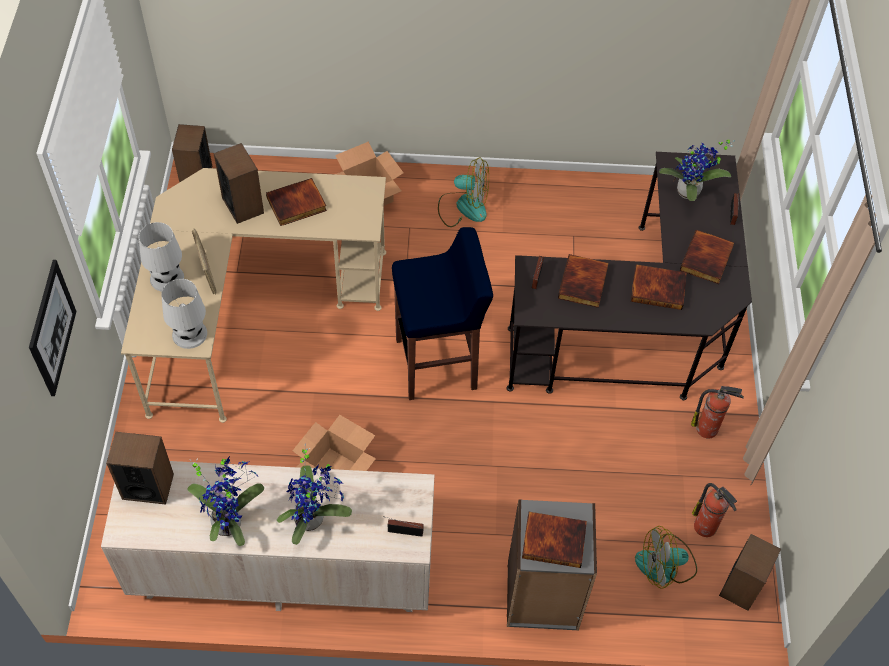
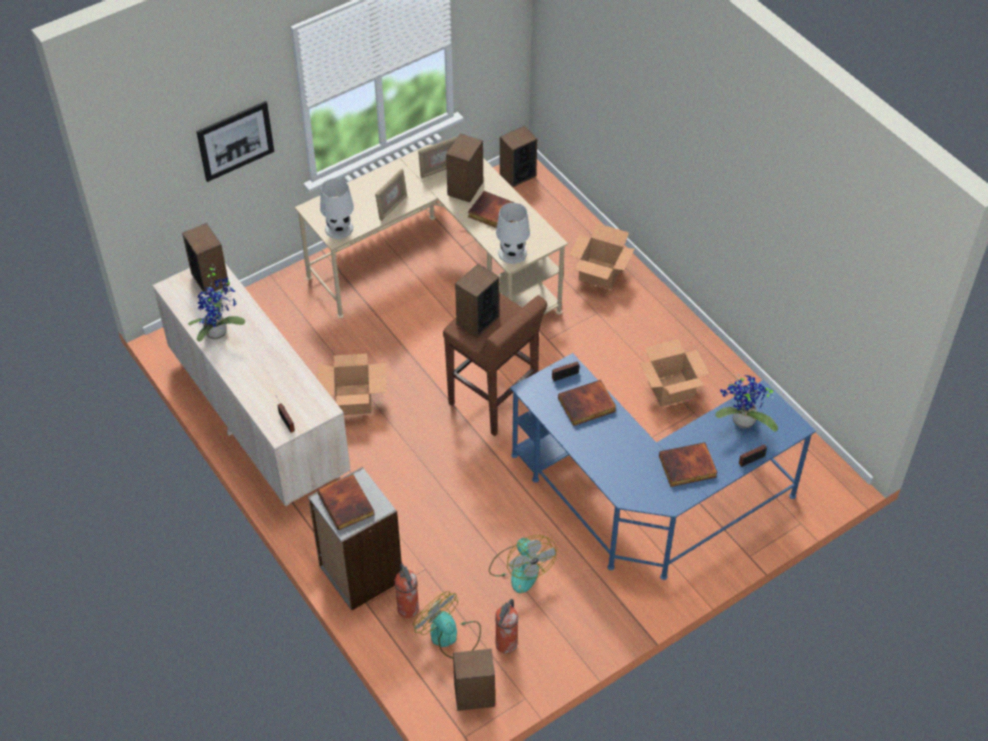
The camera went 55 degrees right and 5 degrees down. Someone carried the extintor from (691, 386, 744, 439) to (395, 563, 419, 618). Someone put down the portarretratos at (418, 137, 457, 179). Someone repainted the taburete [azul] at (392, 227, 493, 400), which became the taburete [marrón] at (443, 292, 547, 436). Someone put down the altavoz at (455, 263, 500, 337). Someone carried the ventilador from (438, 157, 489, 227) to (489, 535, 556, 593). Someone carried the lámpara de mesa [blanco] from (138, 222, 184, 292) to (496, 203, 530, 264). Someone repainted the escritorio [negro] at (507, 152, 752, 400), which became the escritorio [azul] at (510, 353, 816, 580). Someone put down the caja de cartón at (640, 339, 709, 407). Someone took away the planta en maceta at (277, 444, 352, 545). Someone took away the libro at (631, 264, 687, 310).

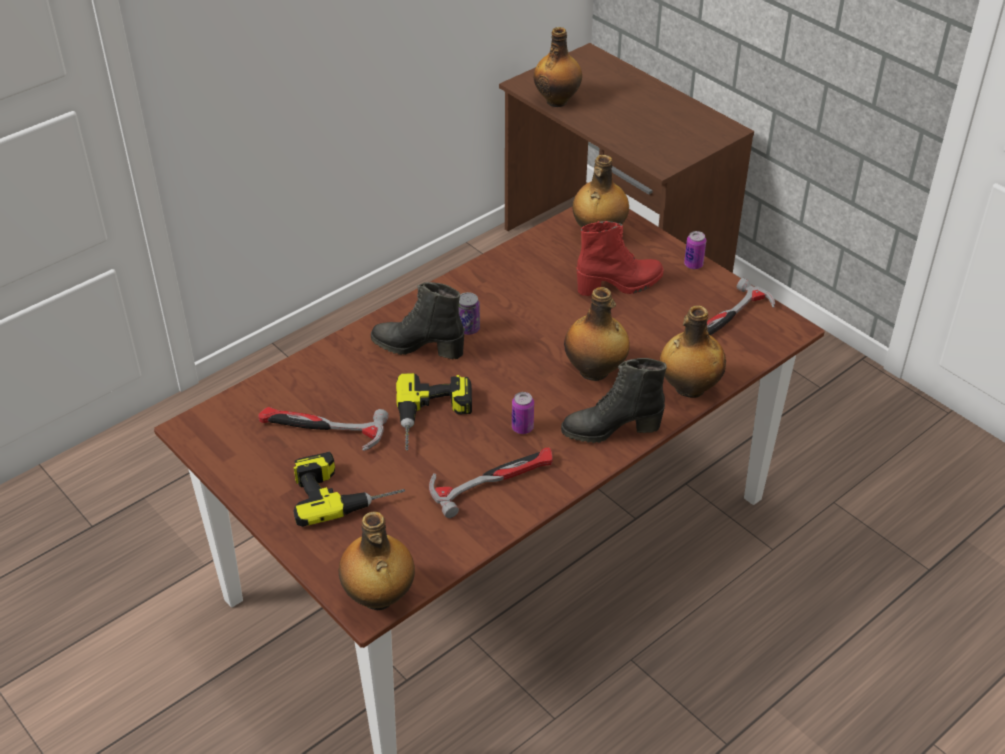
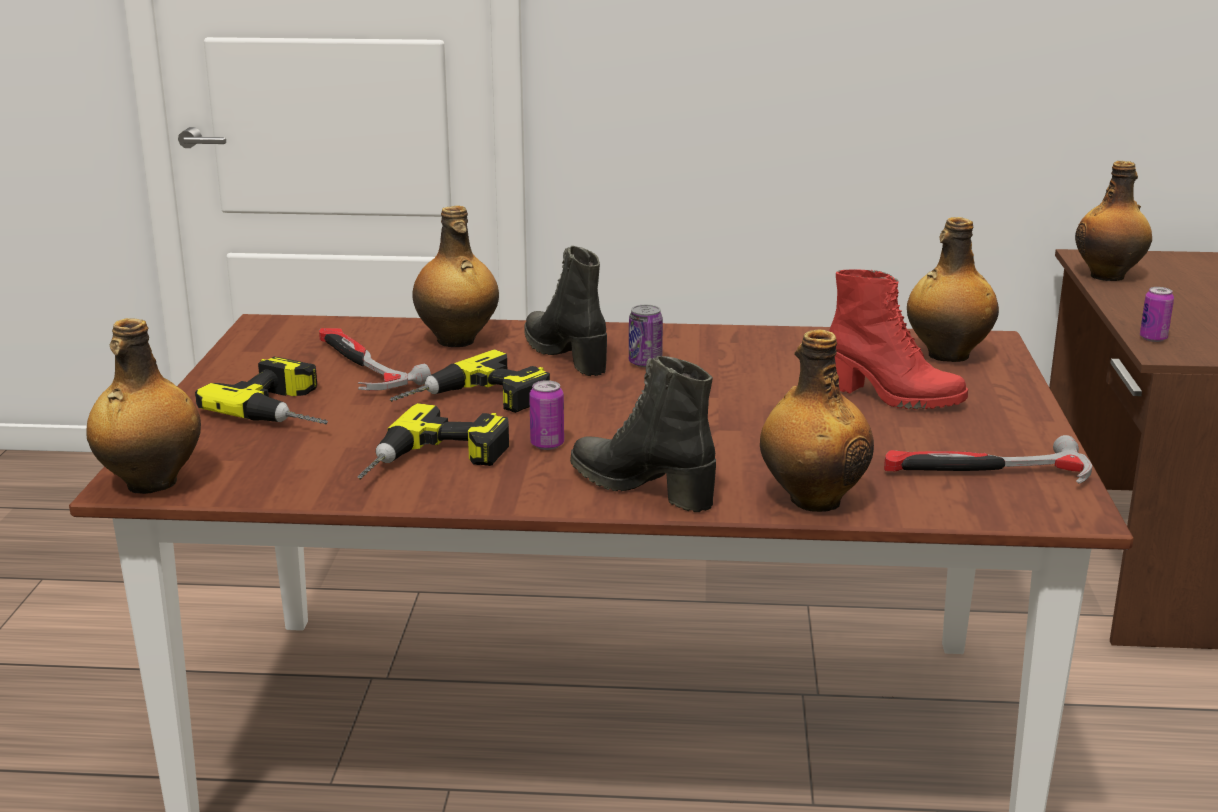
The camera went 45 degrees right and 20 degrees down. Someone swapped the martillo at (429, 448, 553, 518) for the taladro at (357, 403, 509, 479). Someone carried the botella from (564, 287, 630, 381) to (412, 206, 499, 347). Someone carried the lata from (684, 231, 706, 269) to (1140, 287, 1174, 342).

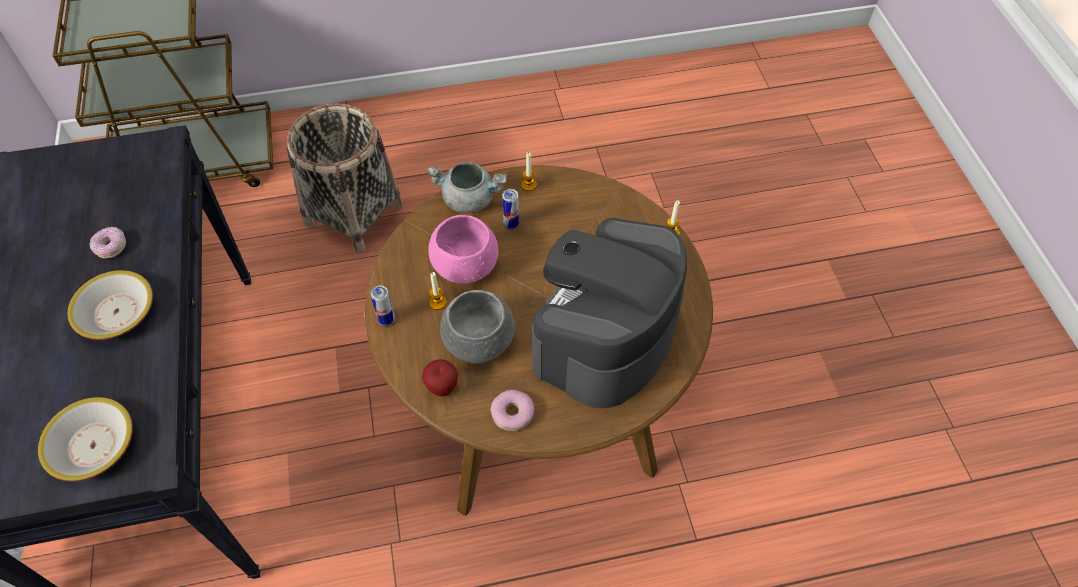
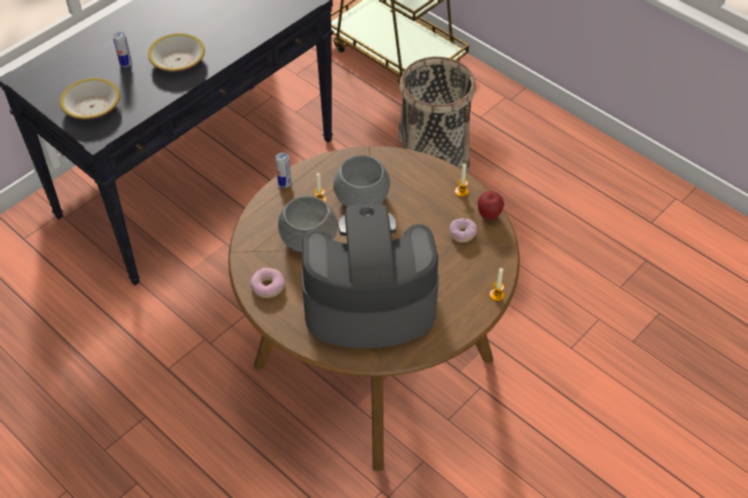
The camera went 55 degrees right and 5 degrees down. Someone carried the lata from (502, 189, 519, 230) to (113, 32, 132, 68). Someone repainted the cuenco [rosa] at (428, 215, 498, 284), which became the cuenco [gris] at (333, 155, 390, 207). Someone carried the rosquilla from (90, 227, 126, 259) to (450, 218, 477, 242). Someone carried the manzana from (422, 359, 458, 397) to (478, 191, 504, 220). Someone took away the olla [gris] at (427, 162, 507, 213).

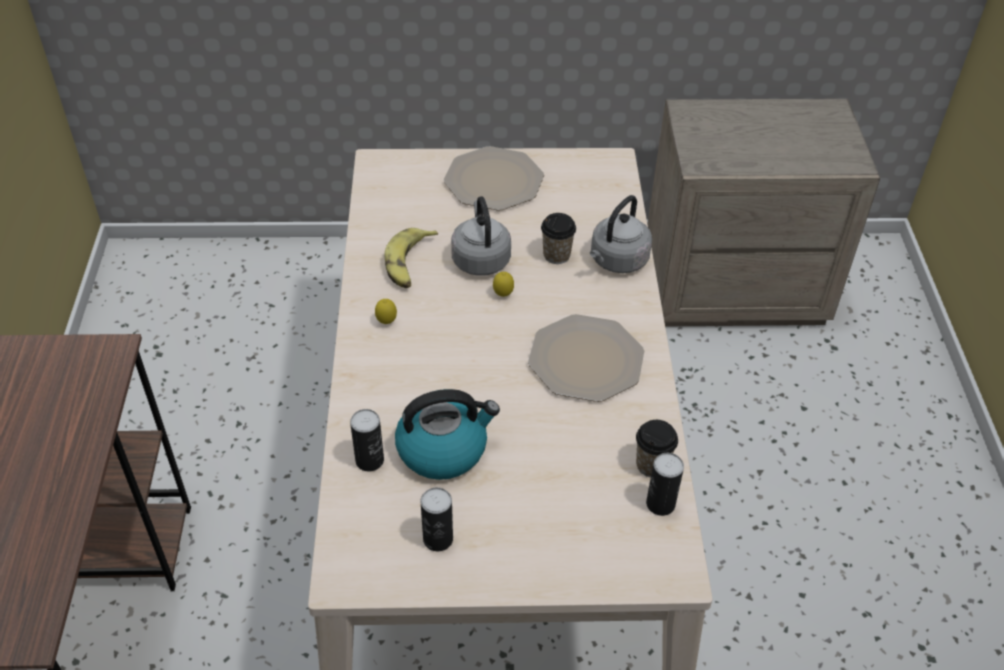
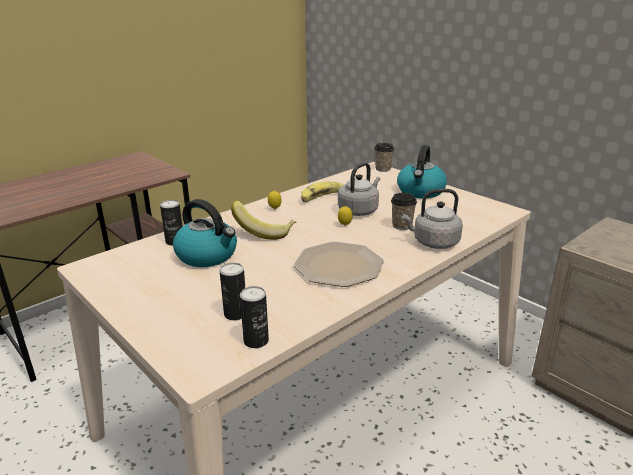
The camera went 50 degrees right and 20 degrees down. Someone carried the lata from (420, 487, 453, 551) to (220, 263, 245, 320). Someone put down the plátano at (231, 201, 297, 240). Someone carried the taza from (636, 420, 678, 477) to (374, 143, 394, 172). Someone swapped the plato at (444, 146, 544, 211) for the hervidor at (397, 145, 447, 198).

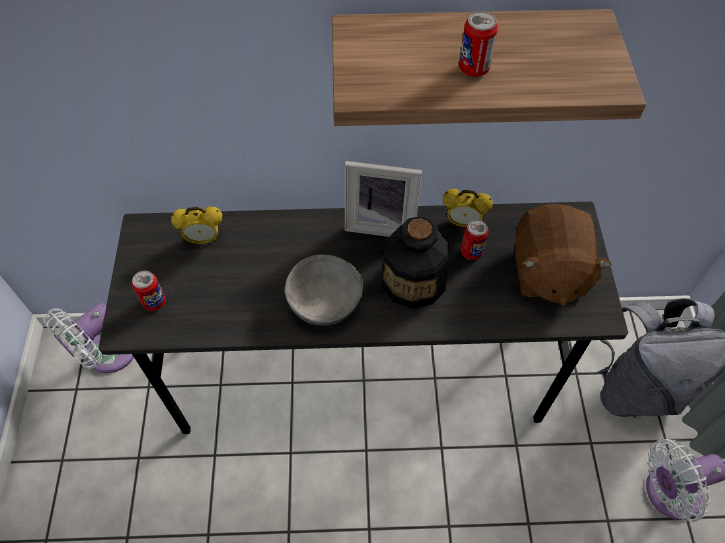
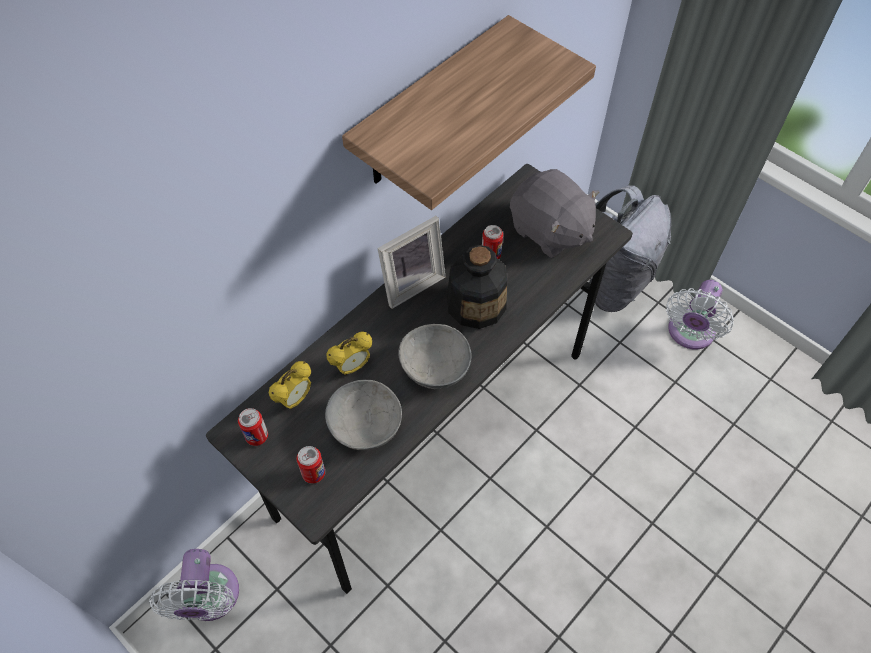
The camera went 45 degrees left and 0 degrees up. Someone carried the lata from (459, 11, 498, 77) to (238, 408, 268, 446). Someone put down the cuenco [gris] at (325, 380, 402, 450). Someone carried the despertador from (443, 189, 493, 227) to (327, 331, 372, 375). Someone repainted the peluche [marrón] at (515, 204, 611, 306), which became the peluche [gris] at (510, 169, 599, 258).

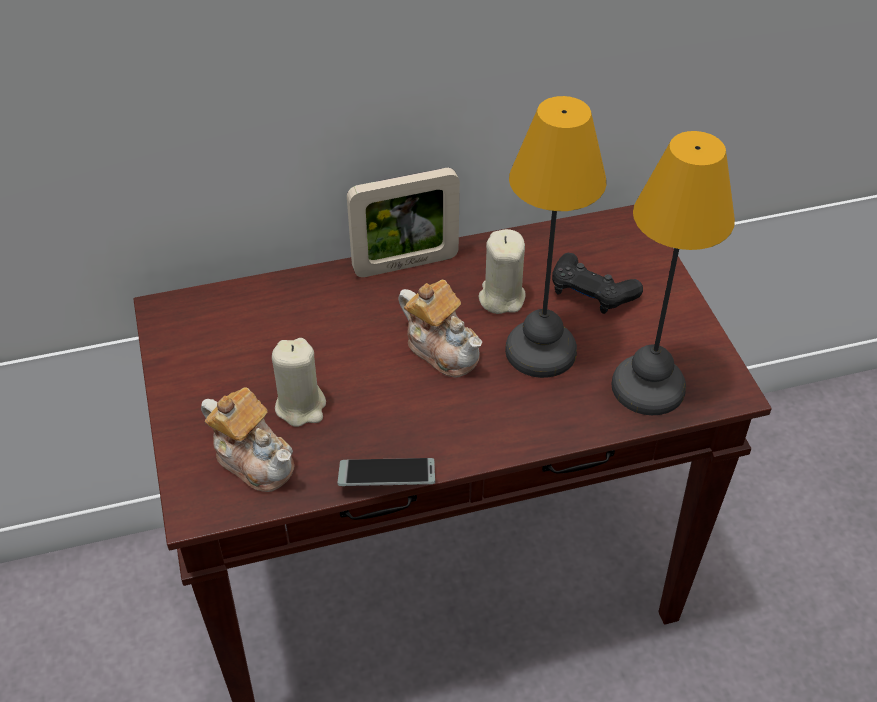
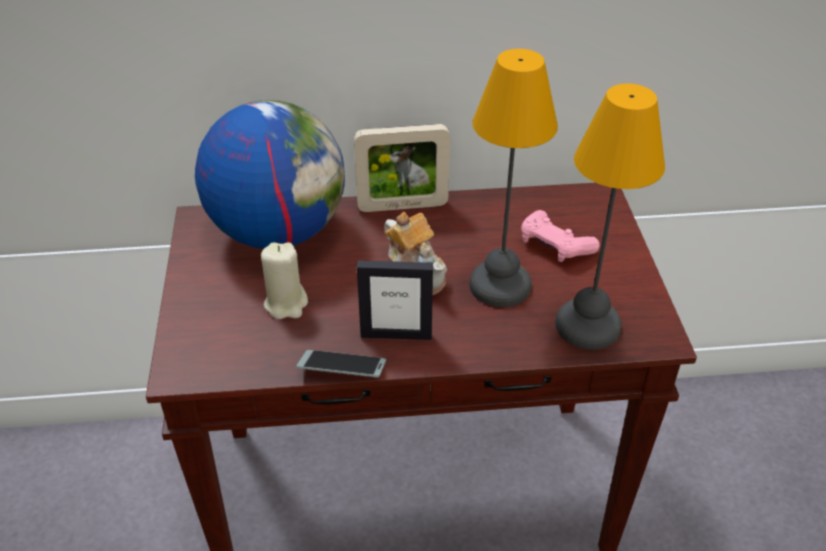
The camera went 10 degrees right and 5 degrees down. Someone put down the globo terráqueo at (195, 100, 345, 249). Someone put down the portarretratos at (357, 260, 433, 340). Someone repainted the mando de consola [negro] at (552, 253, 643, 314), which became the mando de consola [rosa] at (521, 210, 599, 262). Someone took away the tetera at (201, 387, 294, 492). Someone took away the vela [beis] at (479, 229, 526, 314).

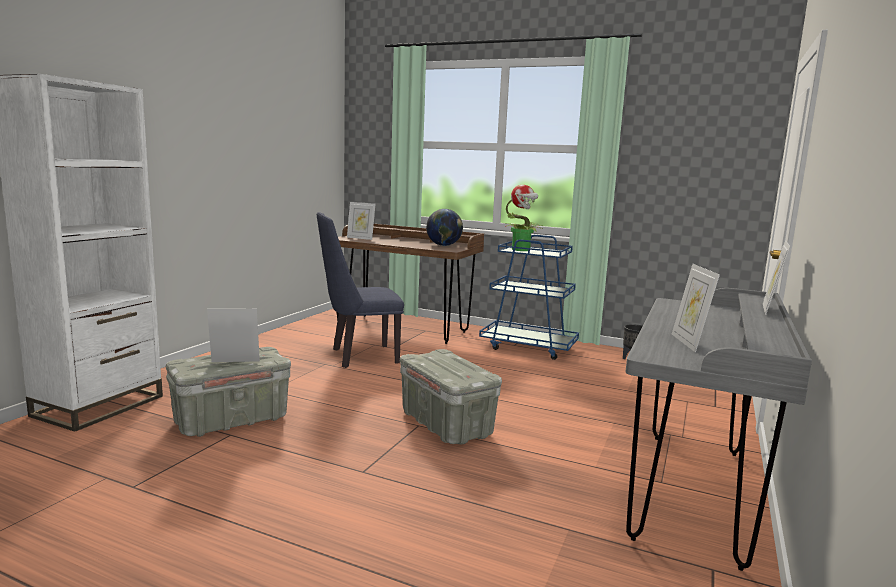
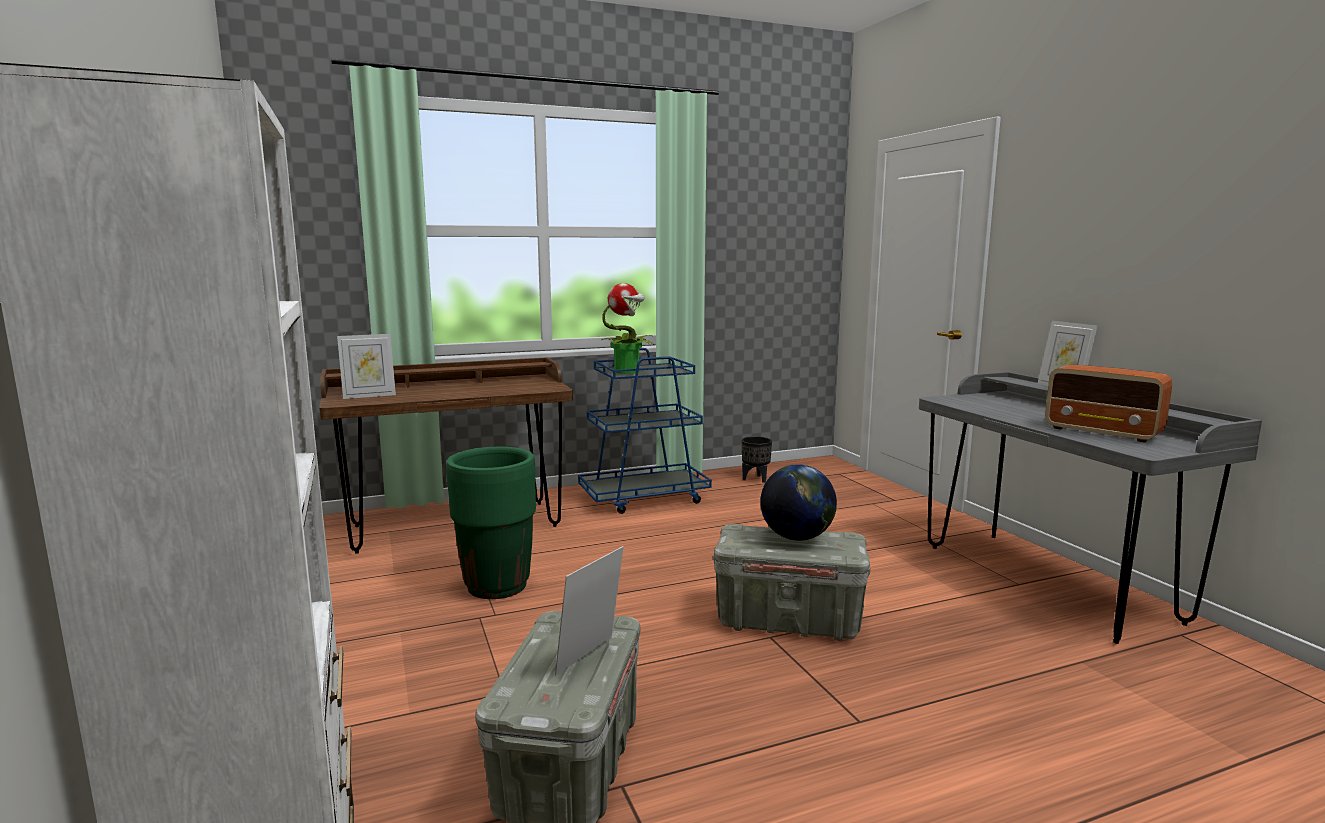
The camera went 45 degrees left and 0 degrees up. Someone swapped the silla [azul] at (317, 212, 404, 368) for the maceta [verde] at (446, 447, 536, 599). Someone carried the globo terráqueo from (426, 209, 463, 246) to (760, 464, 837, 541). Someone swapped the portarretratos at (672, 264, 720, 352) for the radio at (1045, 364, 1172, 443).

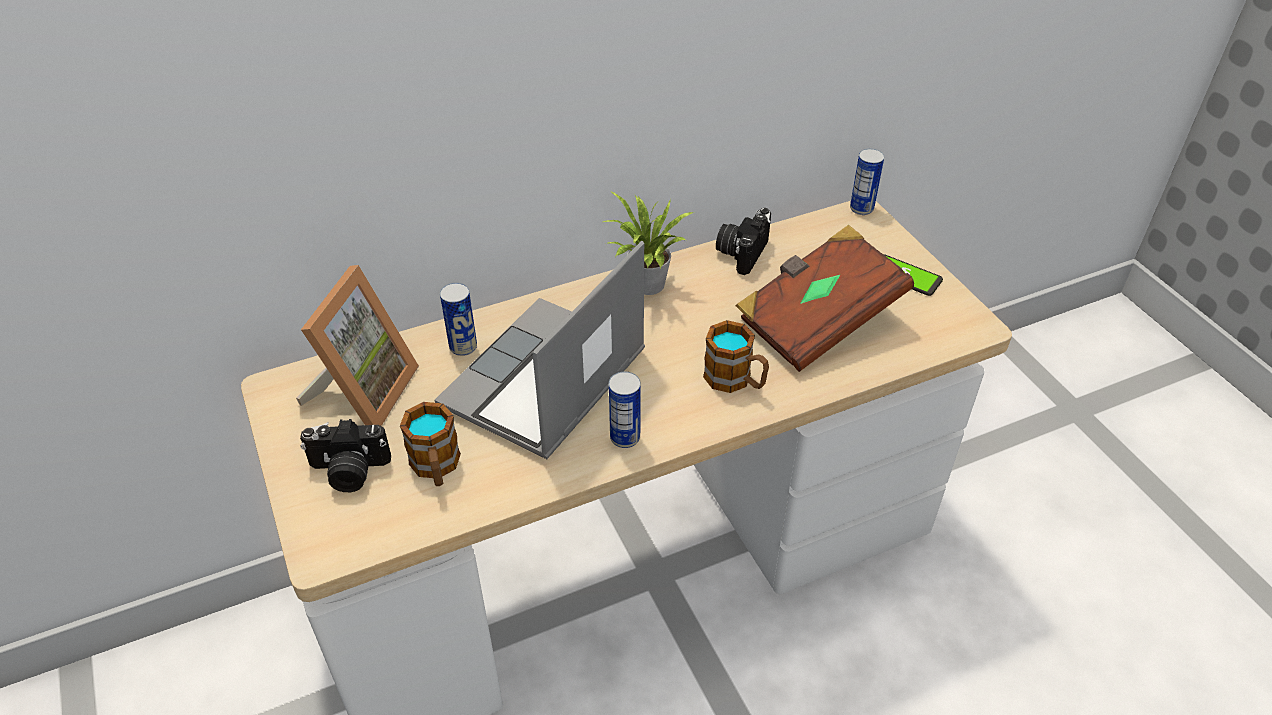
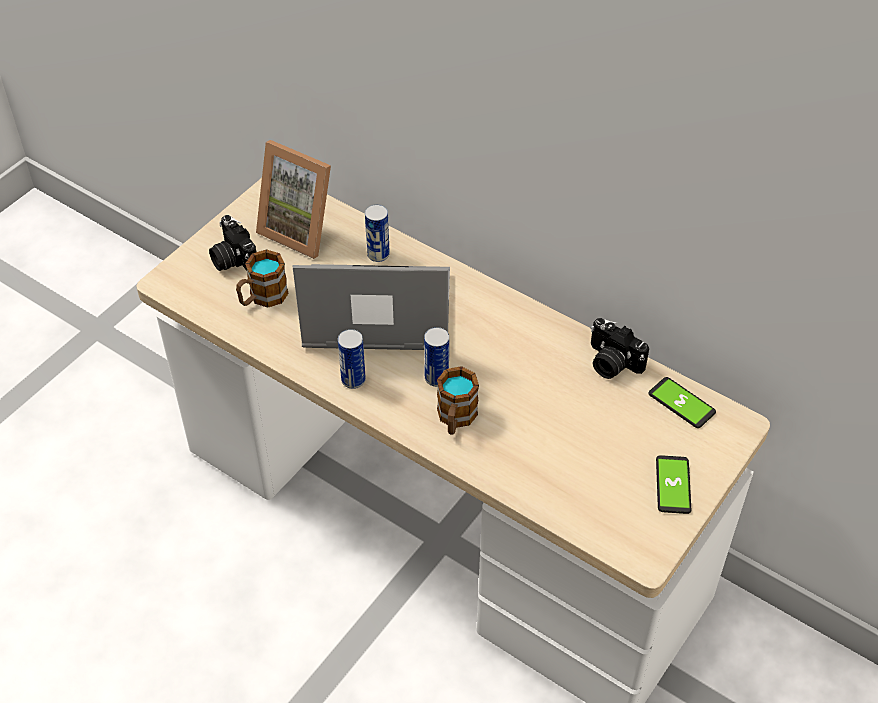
The camera went 60 degrees right and 5 degrees up. Someone rotated the portarretratos at (296, 265, 419, 426) by 45 degrees clockwise. Someone carried the lata from (850, 149, 884, 215) to (424, 327, 449, 387). Someone rotated the cámara at (716, 208, 771, 275) by 135 degrees counterclockwise. Someone put down the móvil at (648, 377, 716, 428). Someone took away the planta en maceta at (603, 191, 694, 295). Someone took away the libro [marrón] at (736, 225, 914, 372).

